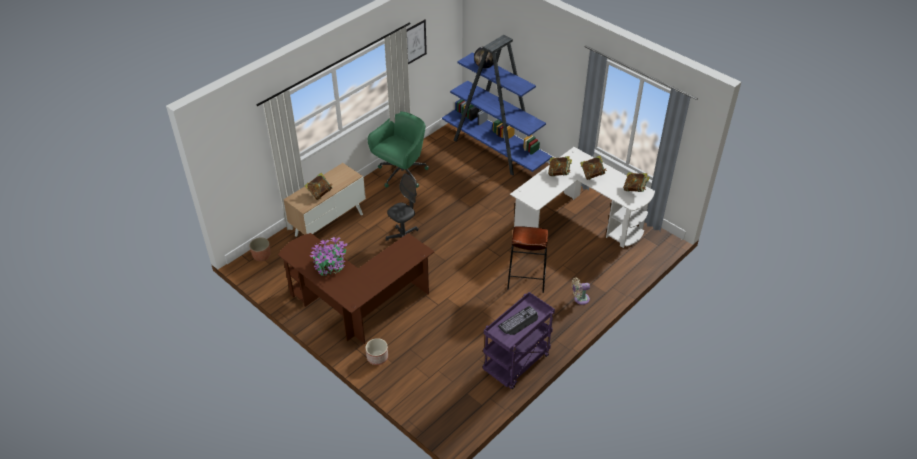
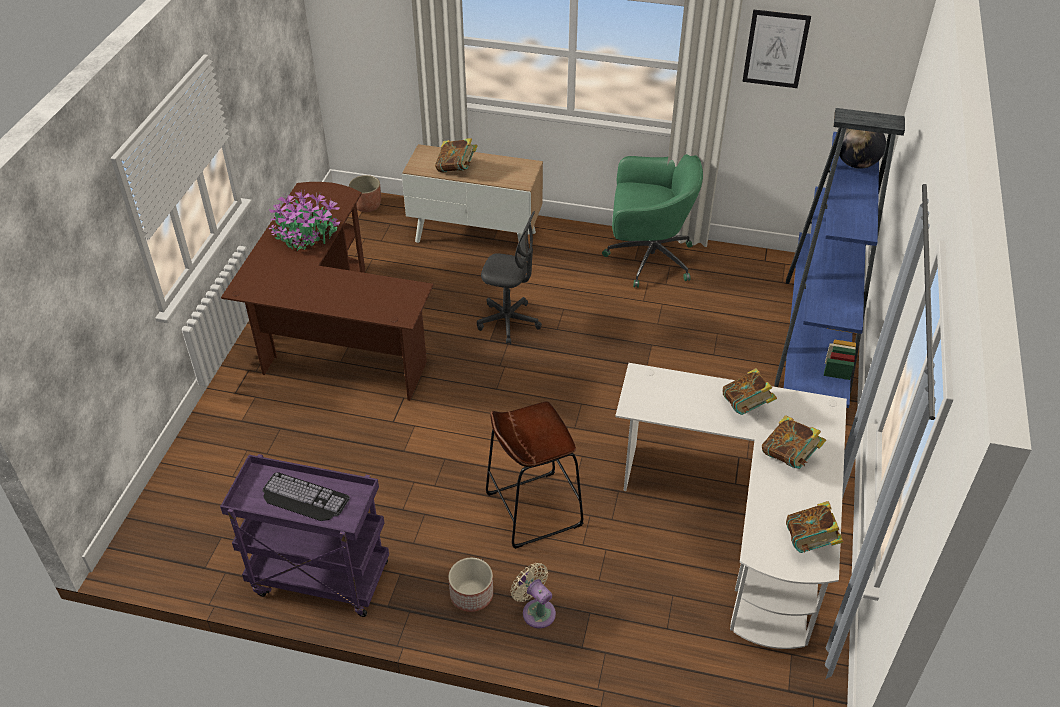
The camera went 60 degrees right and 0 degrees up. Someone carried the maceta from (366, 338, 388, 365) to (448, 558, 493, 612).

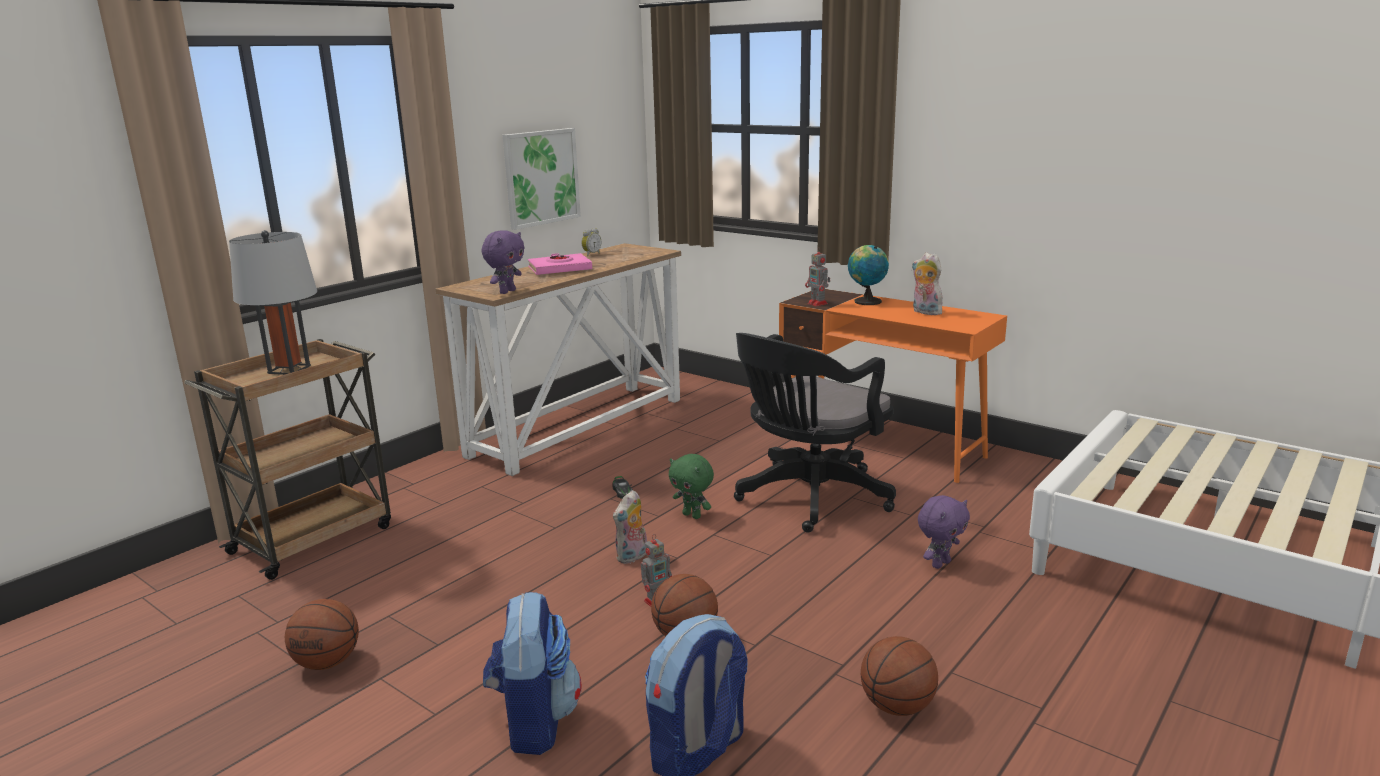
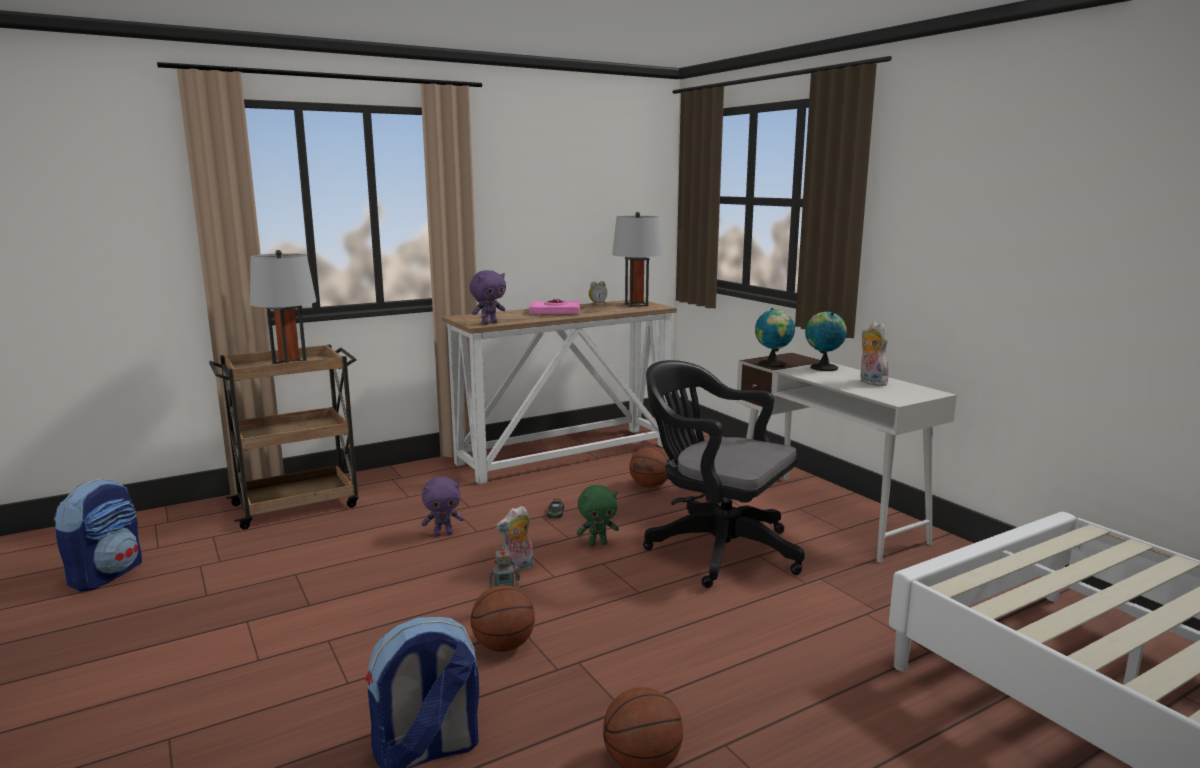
The camera went 20 degrees right and 5 degrees down. Someone carried the mochila from (483, 592, 581, 755) to (54, 478, 142, 592). Someone carried the peluche [morado] from (918, 495, 970, 569) to (421, 476, 464, 536). Someone rotated the peluche [verde] at (669, 454, 714, 519) by 75 degrees counterclockwise. Someone put down the lámpara de mesa [gris] at (612, 212, 662, 307). Someone carried the balón de baloncesto from (285, 599, 359, 670) to (629, 446, 669, 488). Someone rotated the silla de oficina [negro] at (734, 333, 896, 533) by 60 degrees clockwise. Someone repainted the escritorio [naranja] at (779, 289, 1007, 483), which became the escritorio [blanco] at (736, 352, 957, 562). Someone swapped the robot de juguete at (805, 247, 830, 306) for the globo terráqueo at (755, 308, 795, 367). Someone took away the cuadro at (502, 128, 581, 230).

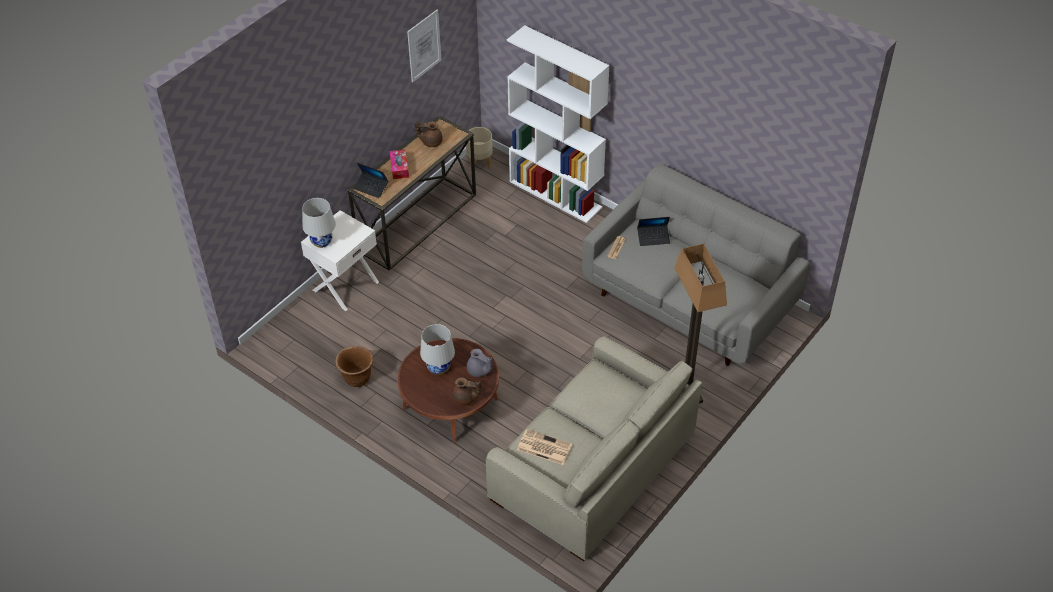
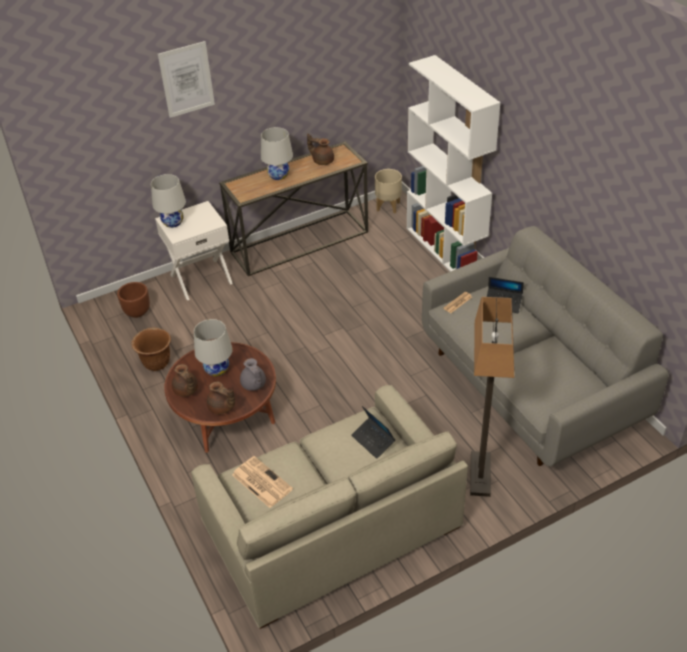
The camera went 25 degrees right and 5 degrees down. Someone put down the maceta [marrón] at (117, 282, 150, 318). Someone carried the cuadro from (407, 10, 441, 82) to (158, 41, 215, 118). Someone put down the tetera [marrón] at (172, 364, 198, 396). Someone swapped the caja de pañuelos at (389, 150, 409, 179) for the lámpara de mesa [blanco] at (261, 127, 293, 180). Someone carried the portátil from (354, 163, 388, 198) to (351, 406, 395, 459).

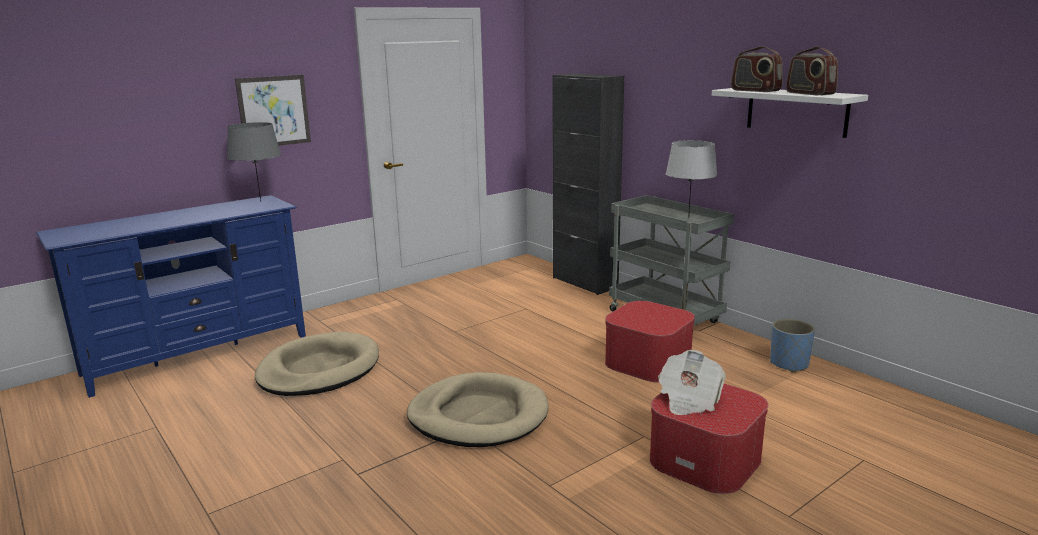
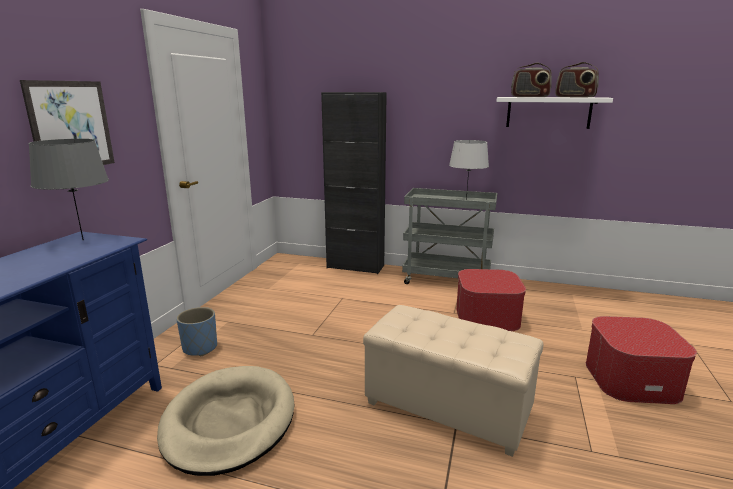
The camera went 35 degrees left and 0 degrees up. Someone carried the maceta [azul] from (770, 319, 815, 372) to (176, 307, 217, 356). Someone swapped the cama para perro [beis] at (407, 372, 548, 447) for the puf [beis] at (363, 305, 543, 457). Someone took away the periódico at (658, 350, 726, 415).

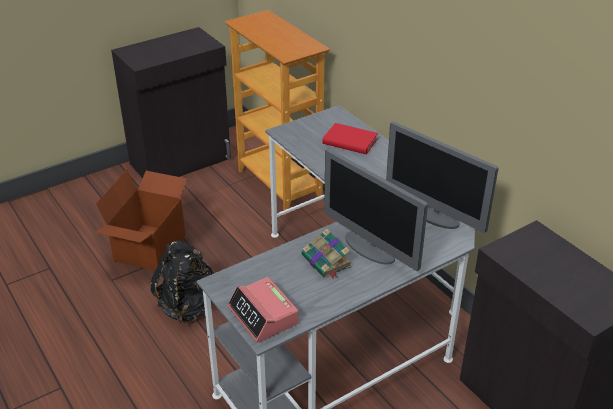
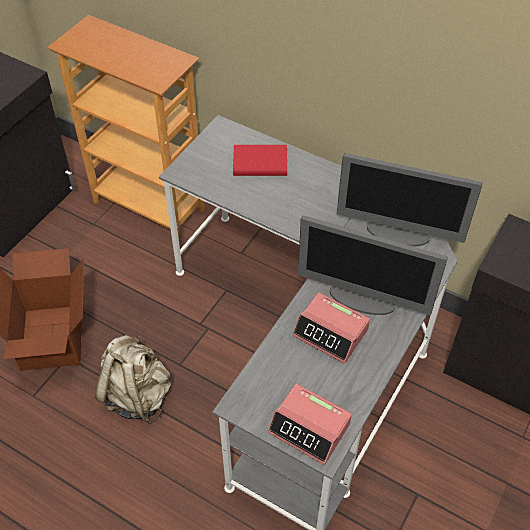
The camera went 25 degrees left and 15 degrees up. Someone repainted the mochila [negro] at (150, 241, 212, 324), which became the mochila [beis] at (95, 335, 171, 424). Someone swapped the libro at (302, 228, 352, 279) for the despertador at (292, 293, 370, 364).

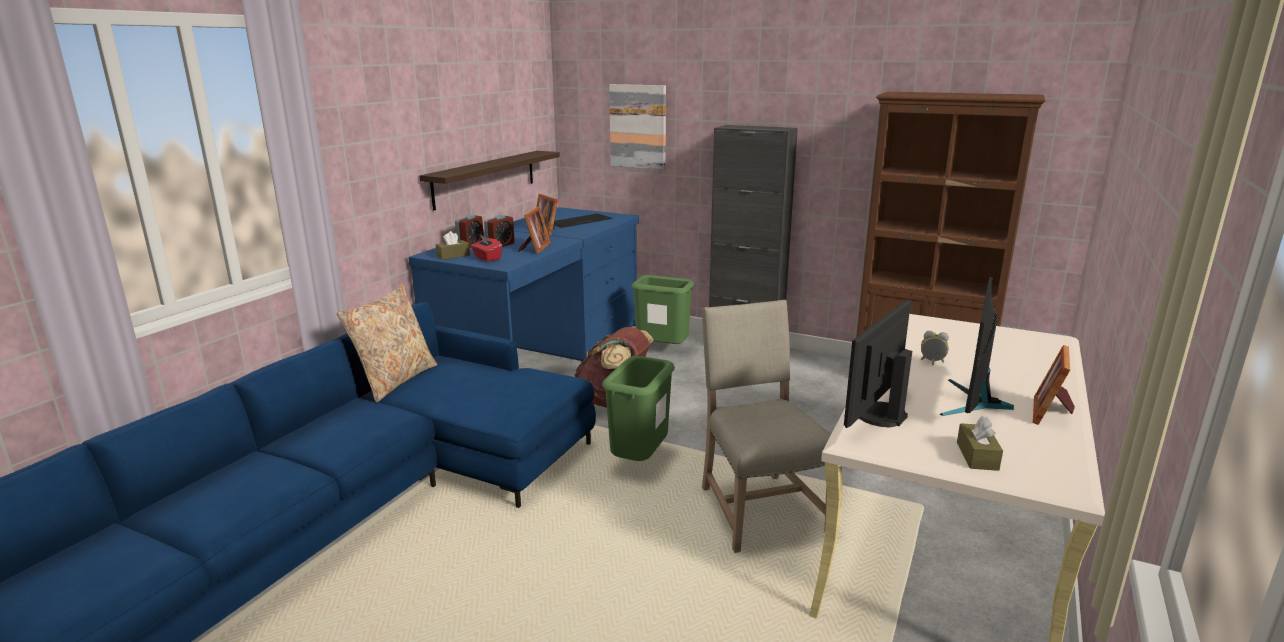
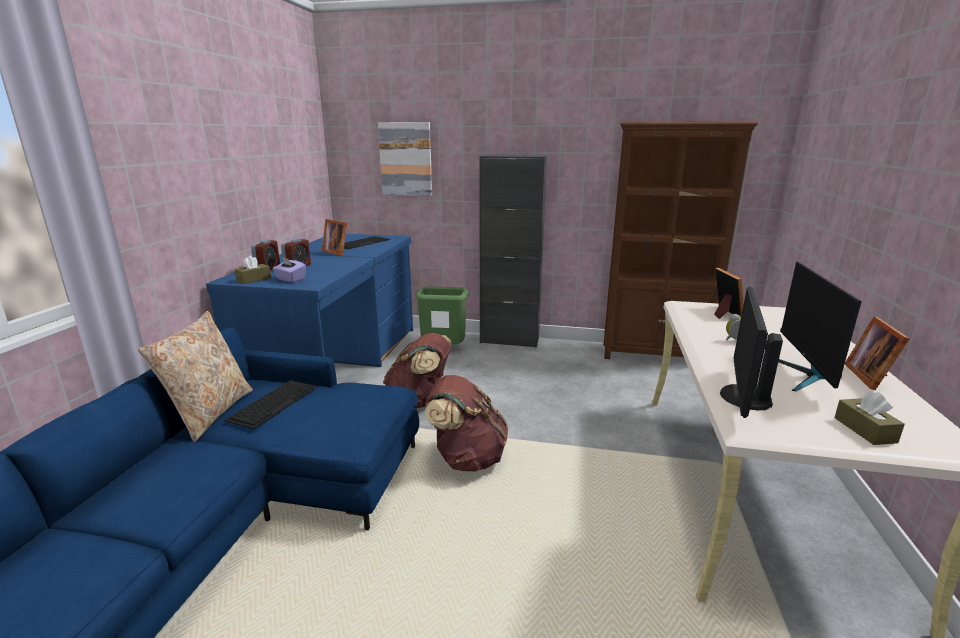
The camera went 15 degrees left and 0 degrees up. Someone put down the teclado at (224, 380, 318, 429). Someone repainted the caja de pañuelos [rojo] at (471, 235, 502, 262), which became the caja de pañuelos [morado] at (273, 257, 306, 283). Someone swapped the papelera [verde] at (602, 356, 675, 461) for the mochila [marrón] at (425, 375, 508, 471). Someone carried the portarretratos from (518, 207, 551, 254) to (714, 268, 744, 319). Someone took away the estante at (420, 151, 560, 211). Someone took away the silla [beis] at (702, 300, 831, 553).

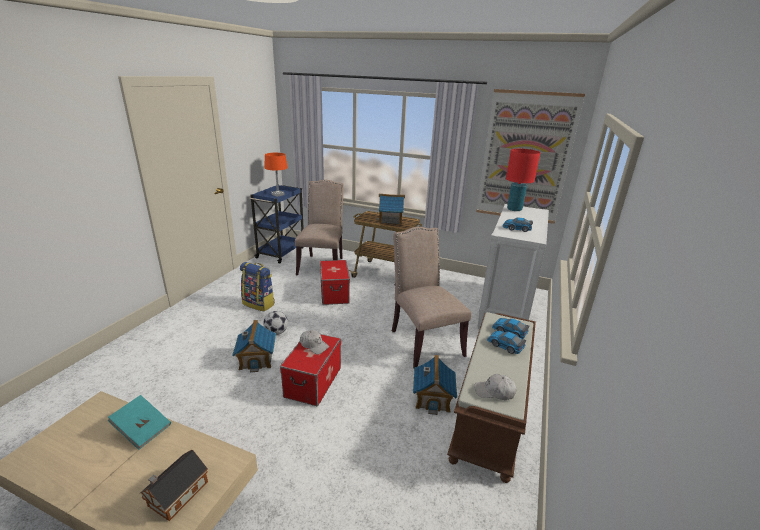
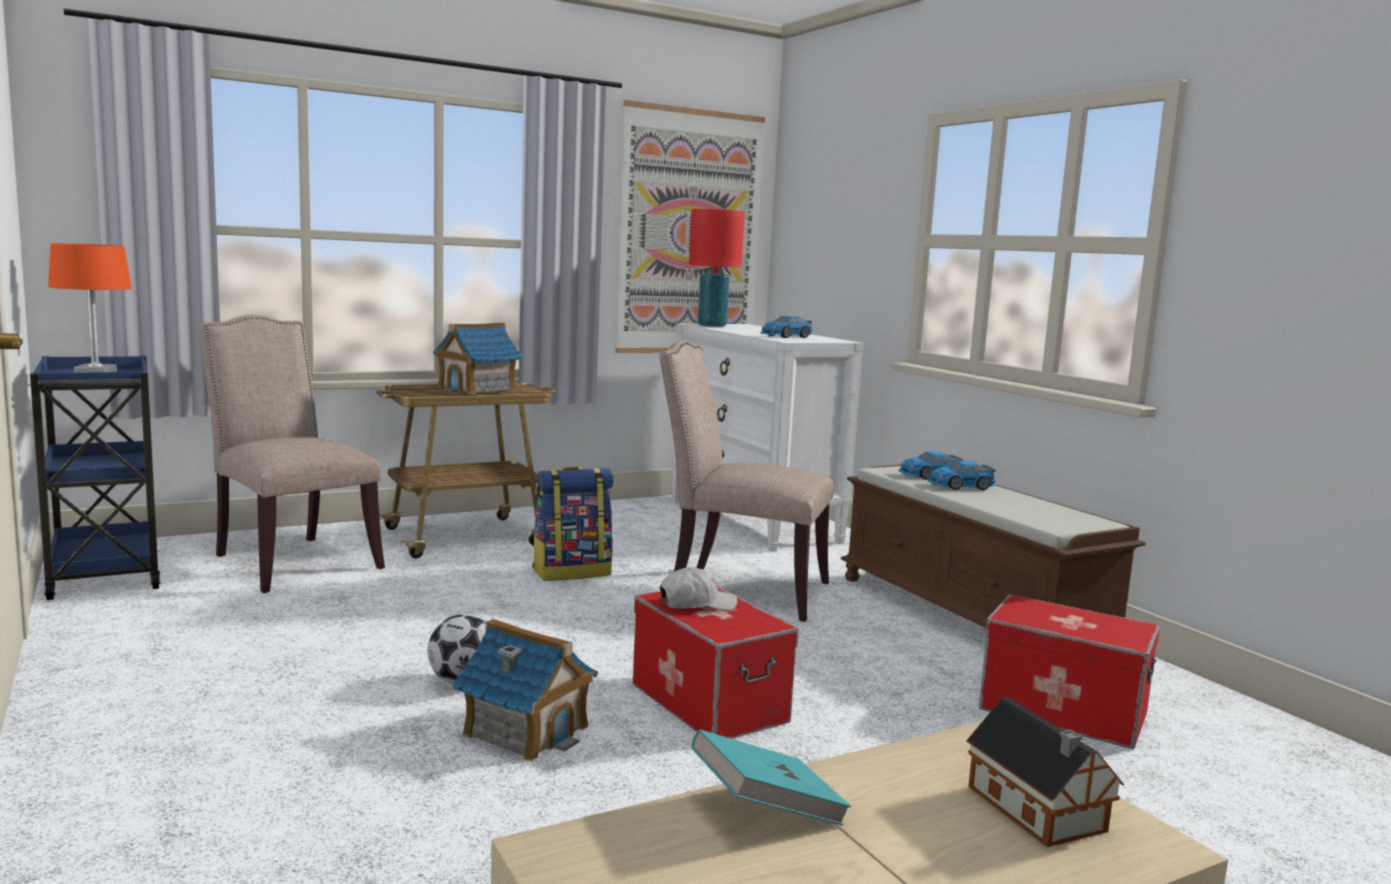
The camera went 50 degrees left and 15 degrees down. Someone carried the mochila from (240, 262, 275, 312) to (532, 467, 613, 581). Someone carried the caja de almacenaje from (320, 260, 350, 305) to (979, 594, 1160, 749). Someone took away the casita at (413, 355, 457, 415). Someone took away the gorra [blanco] at (475, 374, 517, 400).

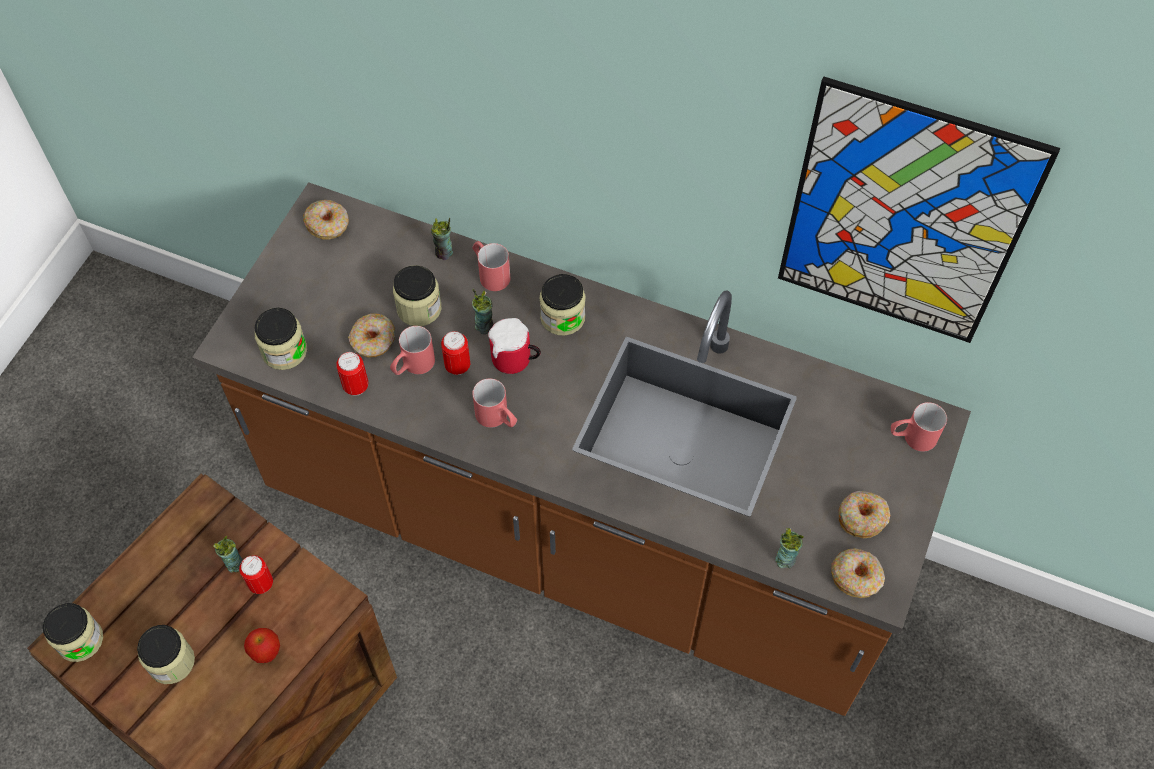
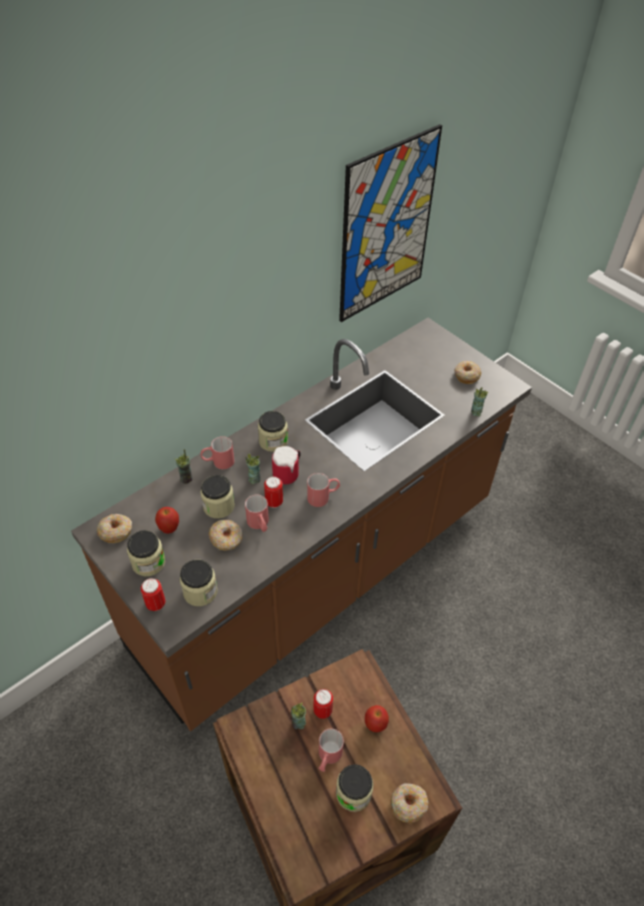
The camera went 65 degrees left and 10 degrees down. Someone carried the tarro from (43, 603, 103, 662) to (127, 530, 165, 576). Someone carried the lata from (336, 352, 368, 396) to (141, 578, 166, 611). Someone put down the manzana at (155, 507, 179, 534). Someone carried the taza grande [rojo] from (891, 402, 947, 452) to (318, 728, 344, 772). Someone carried the rosquilla from (831, 548, 885, 598) to (391, 783, 429, 823).

